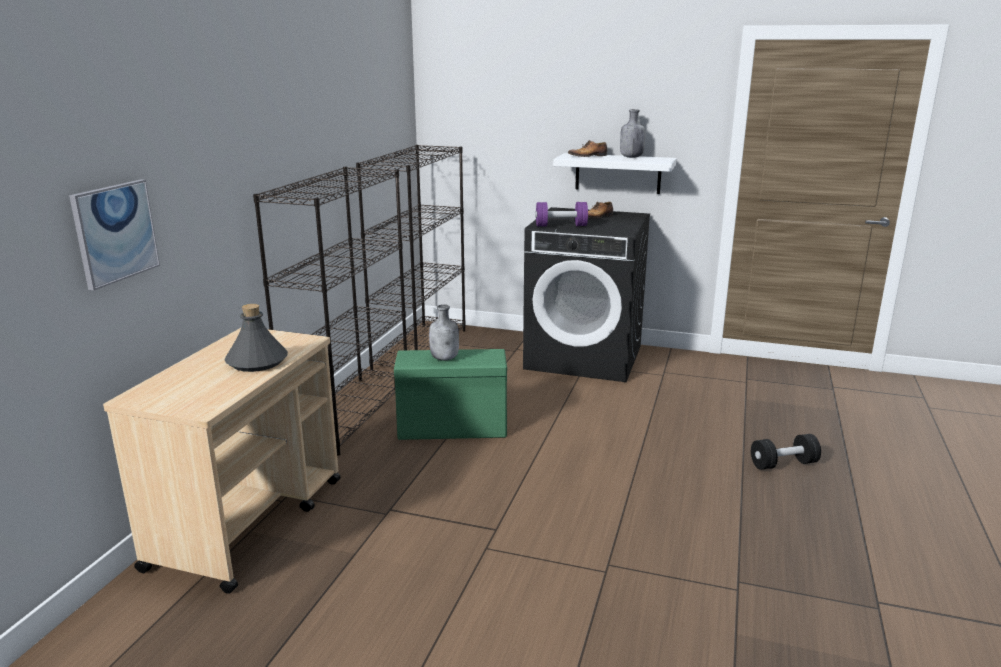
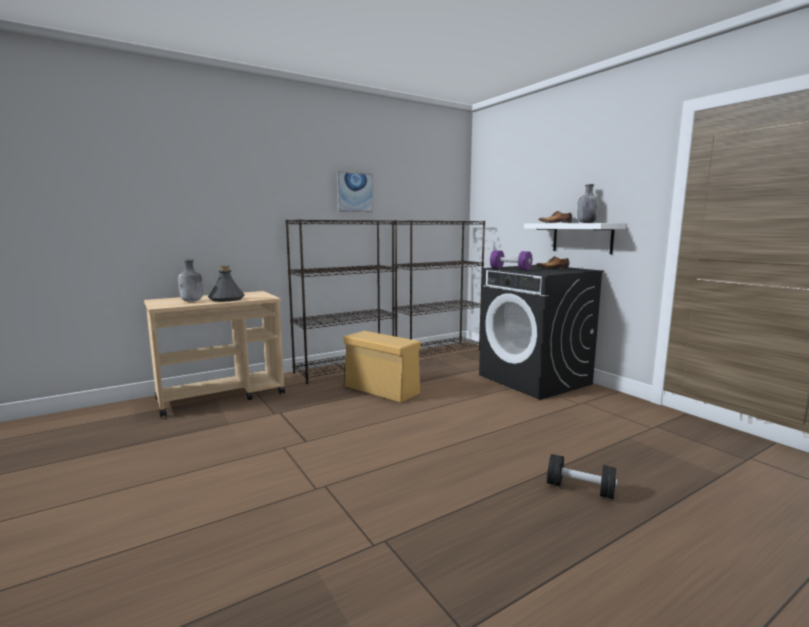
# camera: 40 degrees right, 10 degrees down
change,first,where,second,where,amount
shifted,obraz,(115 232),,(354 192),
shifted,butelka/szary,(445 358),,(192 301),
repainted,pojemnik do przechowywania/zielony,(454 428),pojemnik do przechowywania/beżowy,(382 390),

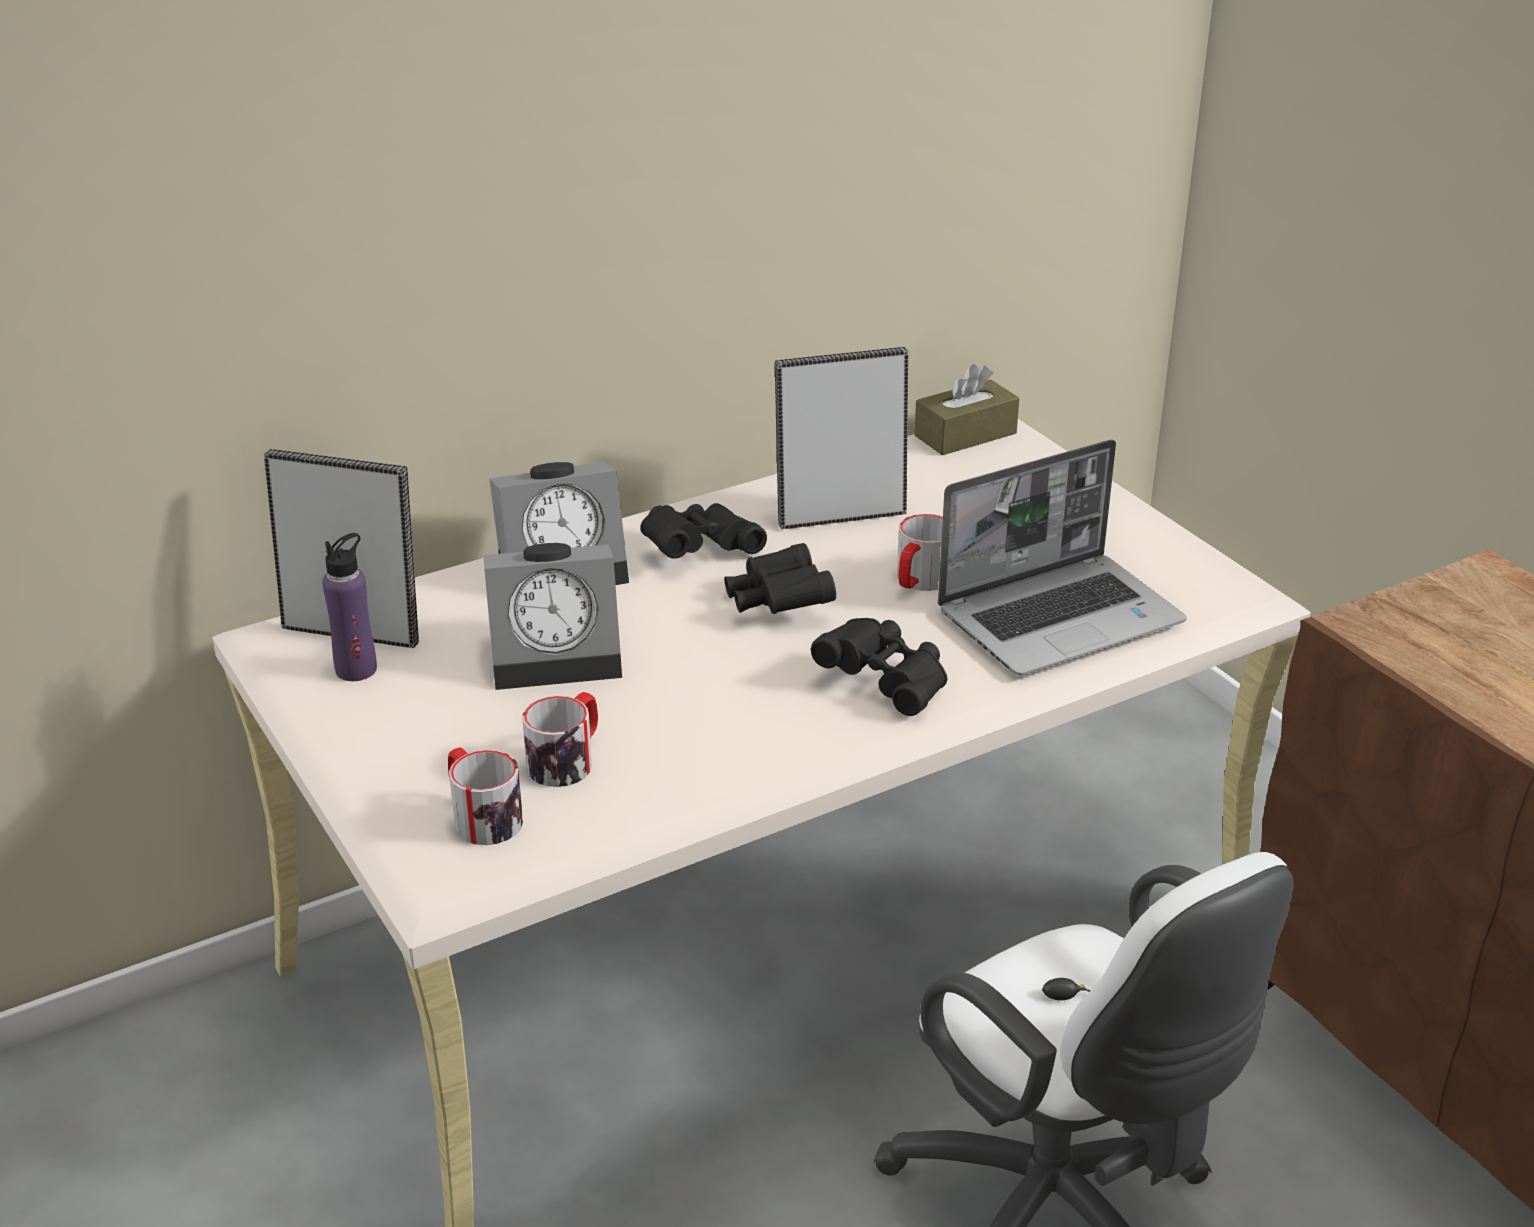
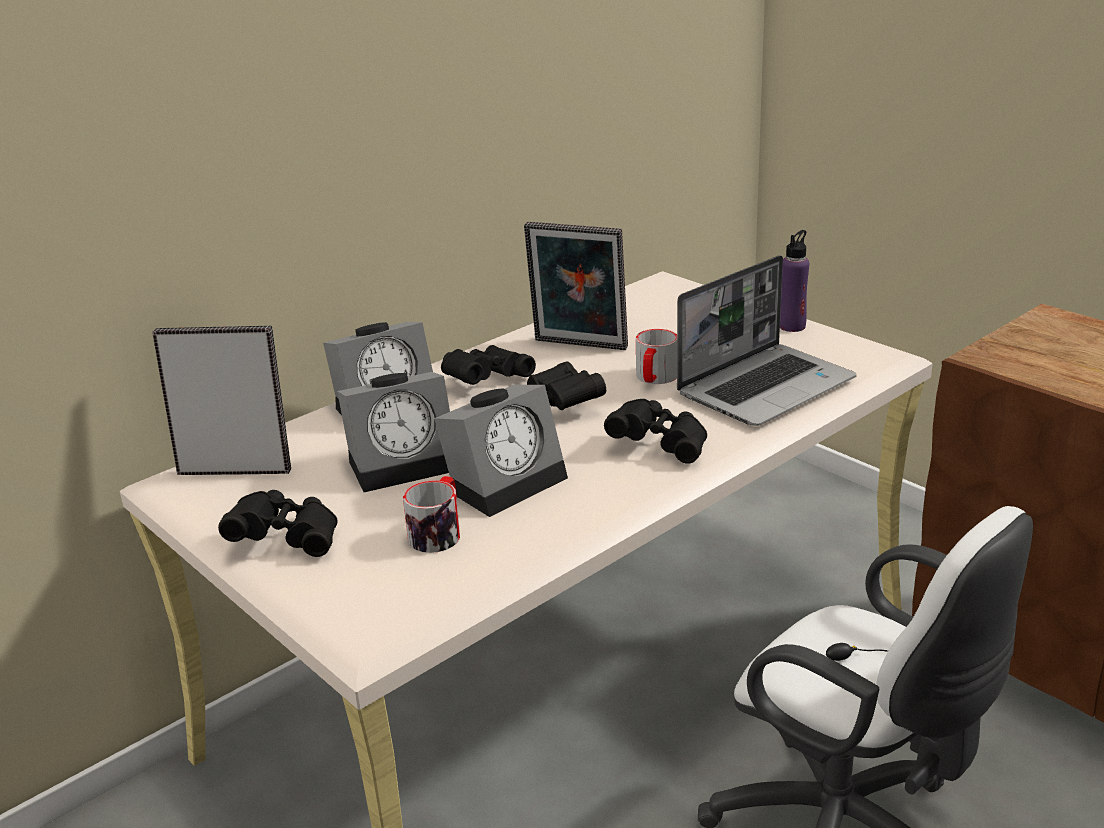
# camera: 10 degrees left, 5 degrees down
change,first,where,second,where,amount
rotated,ramka na zdjęcie,(840 515),,(579 346),135 degrees counterclockwise
gone,pudełko chusteczek/brązowy,(965 434),,,
shifted,butelka/fioletowy,(356 669),,(792 326),
gone,kubek,(481 816),,,
new,,,budzik,(507 481),
new,,,lornetka/czarny,(287 539),

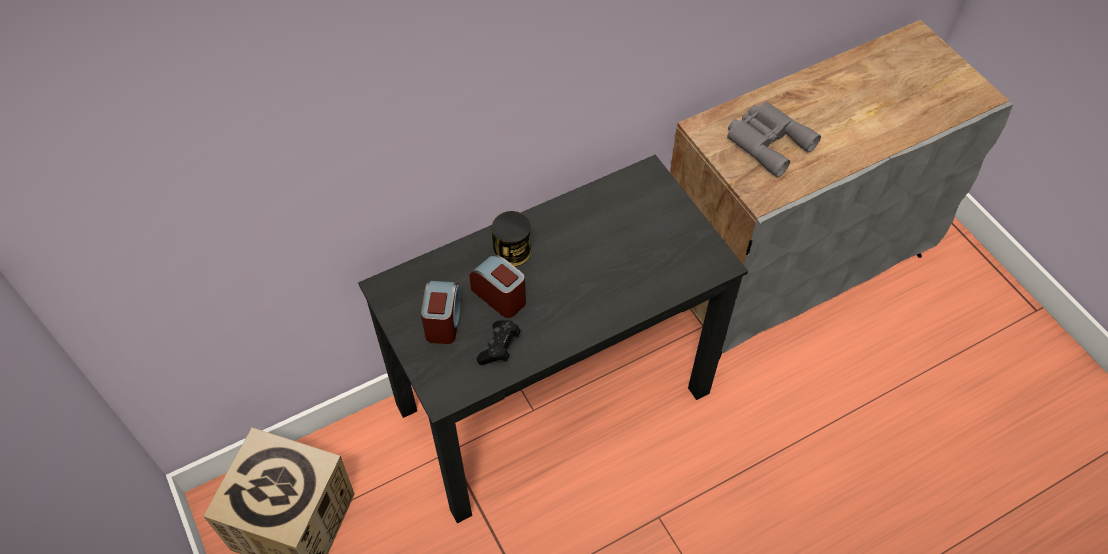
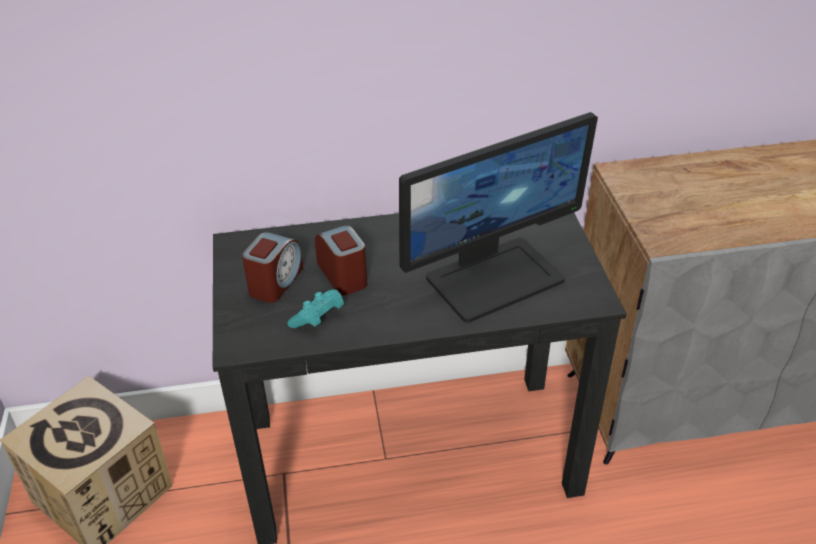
# camera: 20 degrees right, 15 degrees down
change,first,where,second,where,amount
gone,lornetka/szary,(767 141),,,
gone,puszka,(512 251),,,
repainted,pad do gier/czarny,(499 348),pad do gier/turkusowy,(318 318),
new,,,monitor,(494 277),

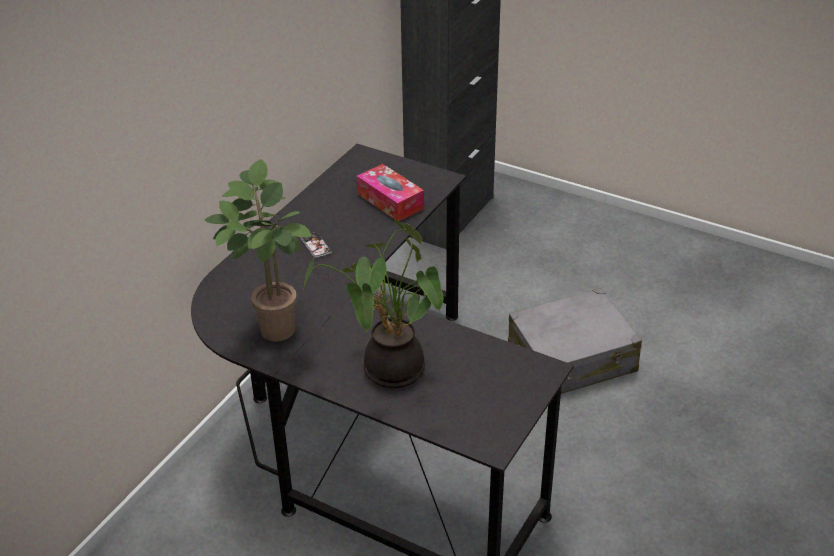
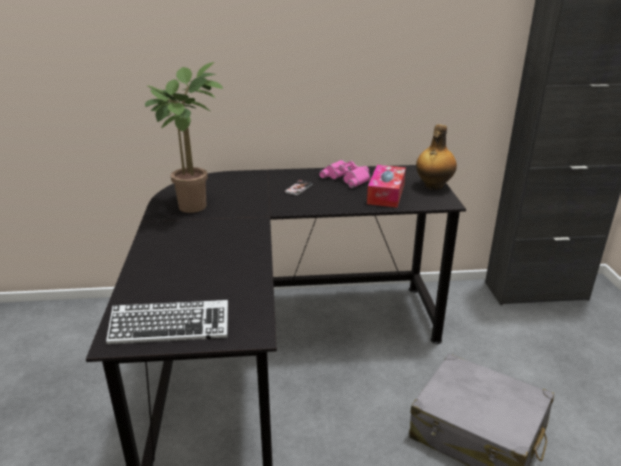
# camera: 55 degrees right, 10 degrees down
change,first,where,second,where,amount
gone,roślina doniczkowa,(388 371),,,
new,,,butelka,(433 186),
new,,,lornetka/różowy,(348 178),
new,,,klawiatura,(170 328),

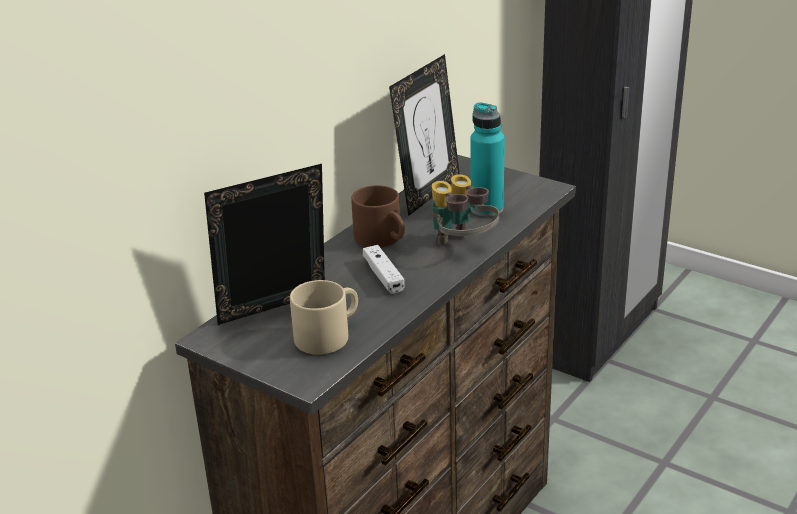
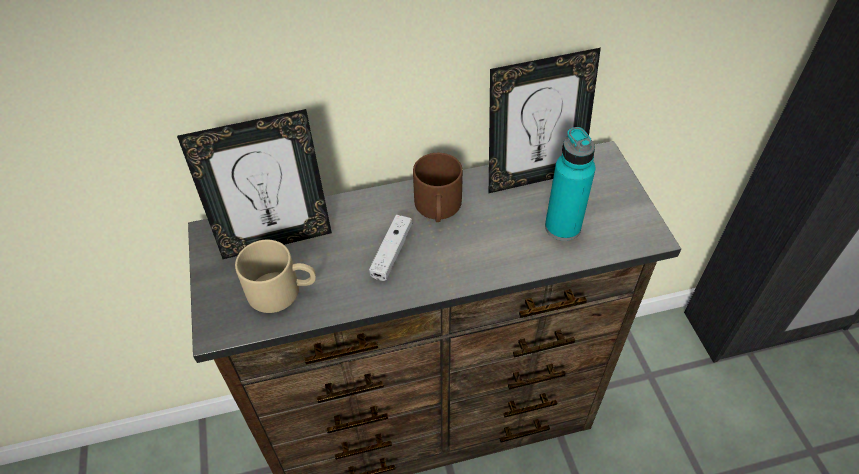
# camera: 40 degrees right, 20 degrees up
change,first,where,second,where,amount
rotated,ramka na zdjęcie,(276 313),,(276 239),150 degrees clockwise
gone,lornetka,(462 246),,,

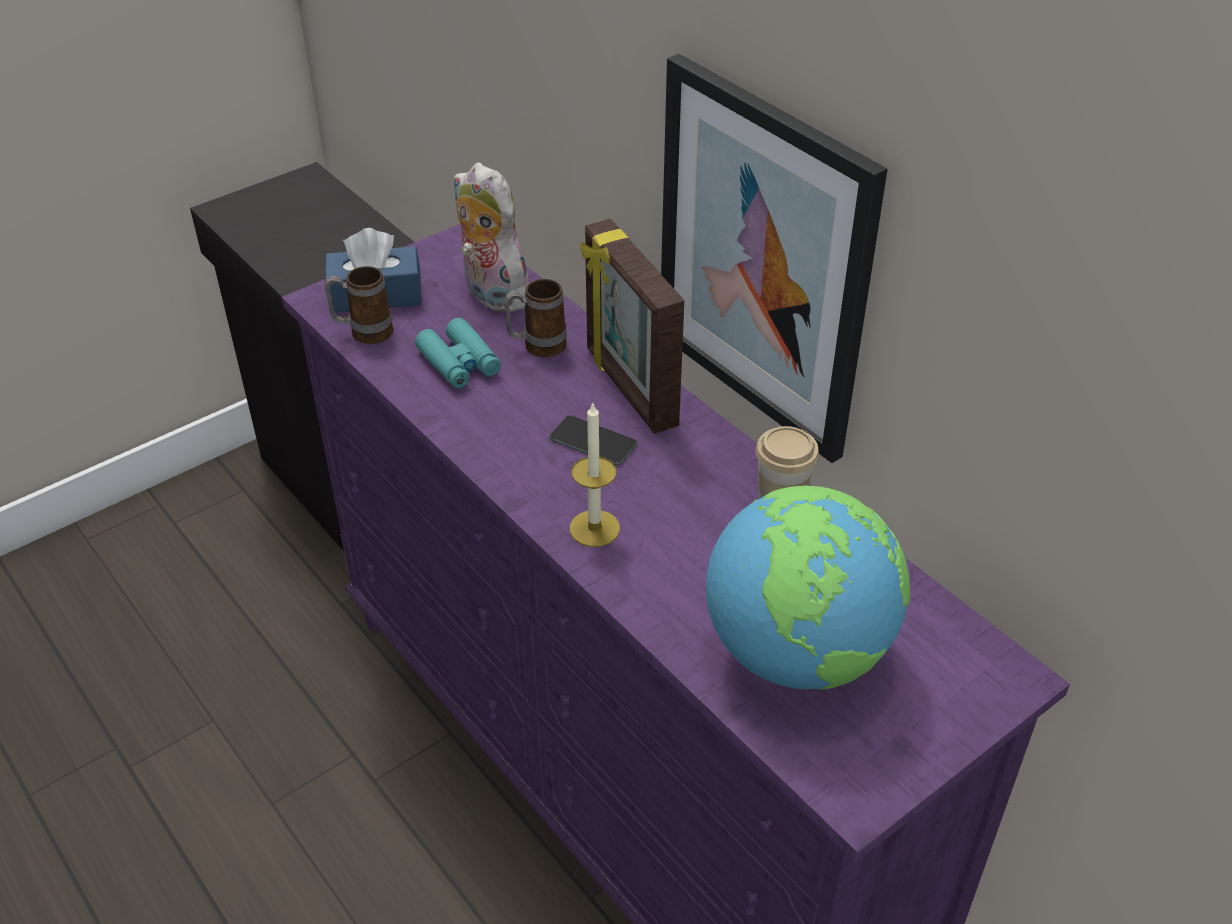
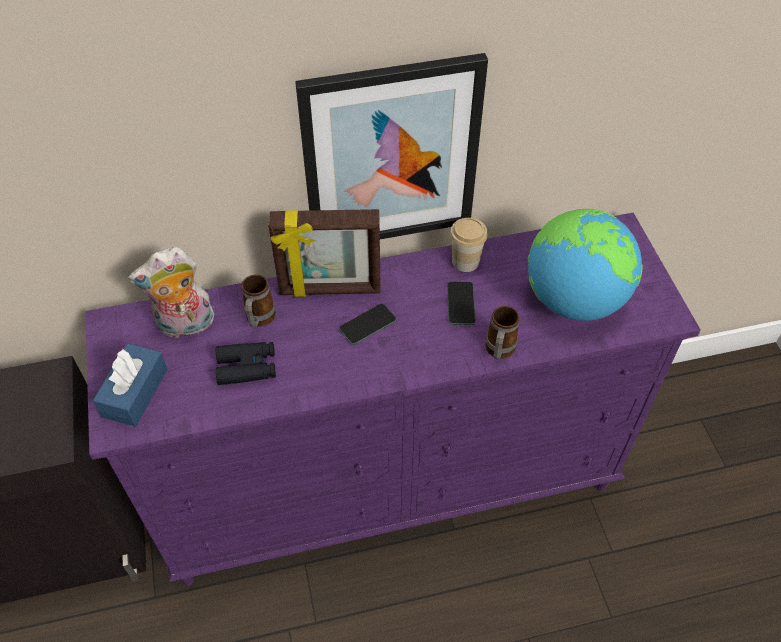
# camera: 65 degrees left, 10 degrees up
change,first,where,second,where,amount
shifted,kubek,(363 333),,(498 352),
repainted,lornetka/turkusowy,(459 363),lornetka/czarny,(247 367),
gone,świeca,(594 528),,,
new,,,telefon,(460 304),

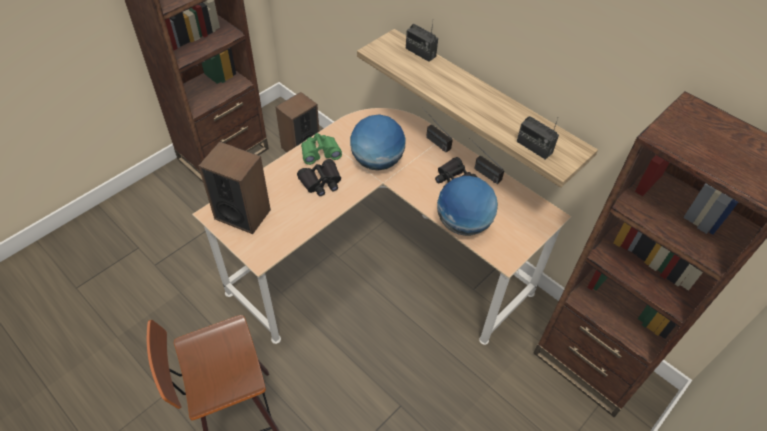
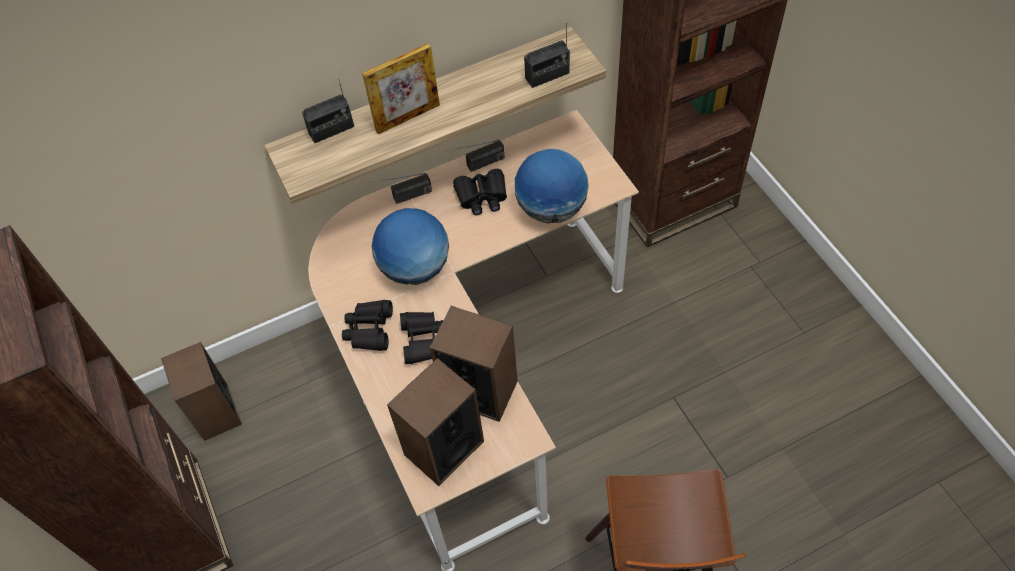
# camera: 65 degrees left, 5 degrees up
change,first,where,second,where,amount
repainted,lornetka/zielony,(320 152),lornetka/czarny,(369 329),
new,,,ramka na zdjęcie,(408 118),
new,,,głośnik,(480 391),

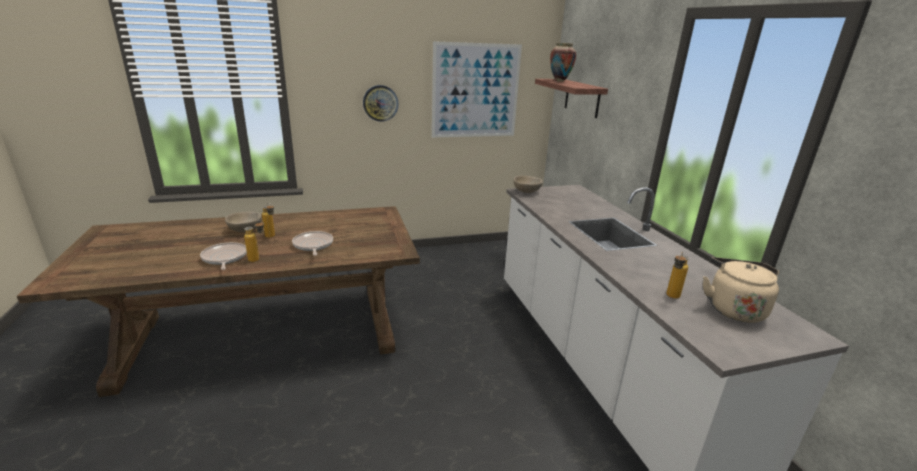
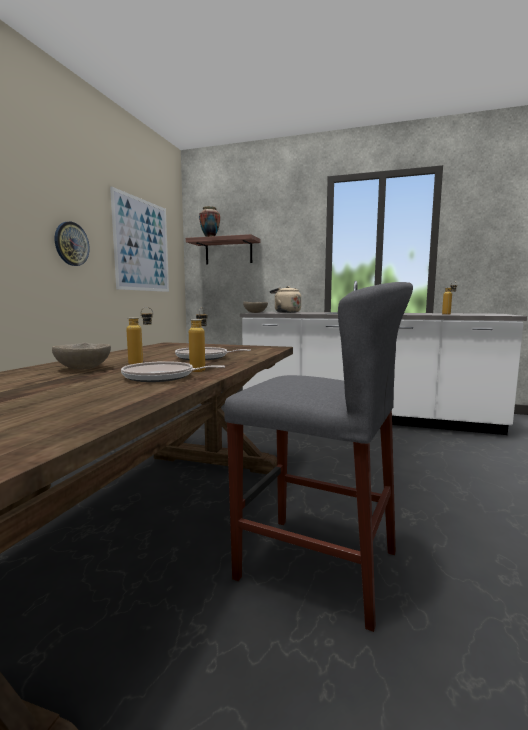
# camera: 55 degrees left, 15 degrees down
change,first,where,second,where,amount
shifted,czajnik/beżowy,(733 309),,(285 312),
new,,,stołek/szary,(317 565),

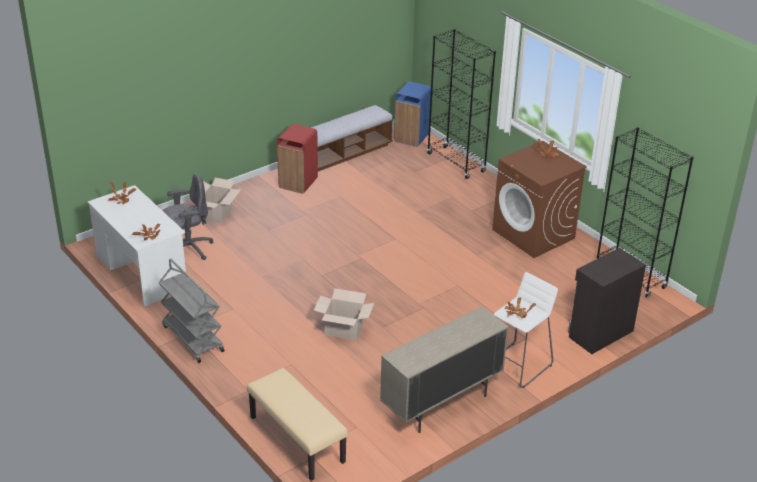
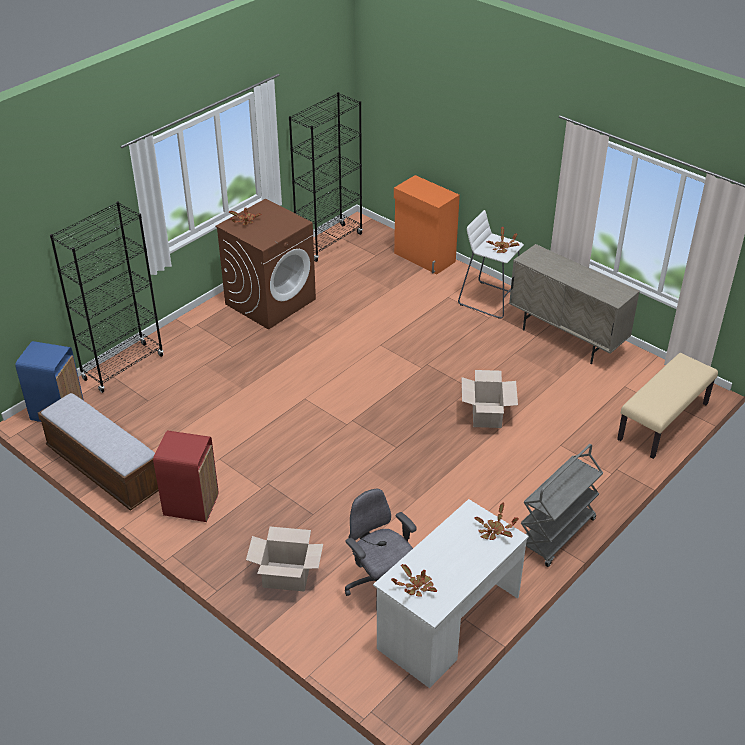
# camera: 100 degrees left, 5 degrees up
change,first,where,second,where,amount
repainted,szafka/czarny,(599 333),szafka/pomarańczowy,(424 258),

